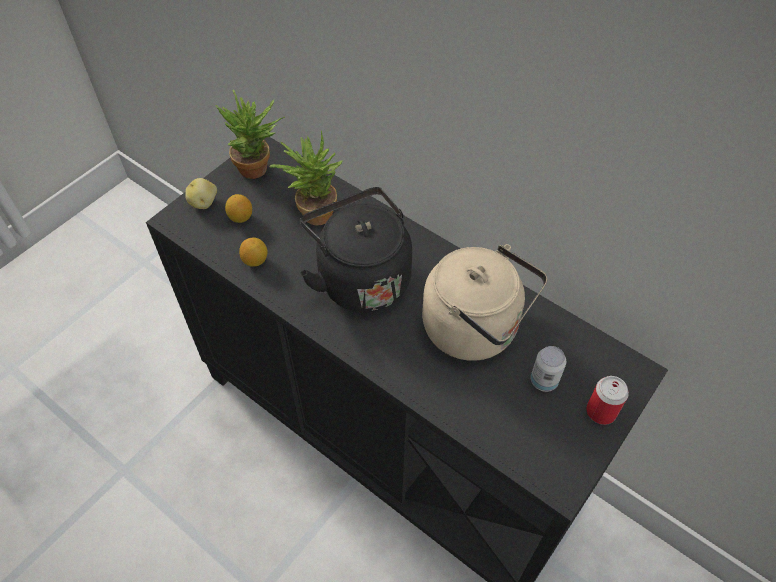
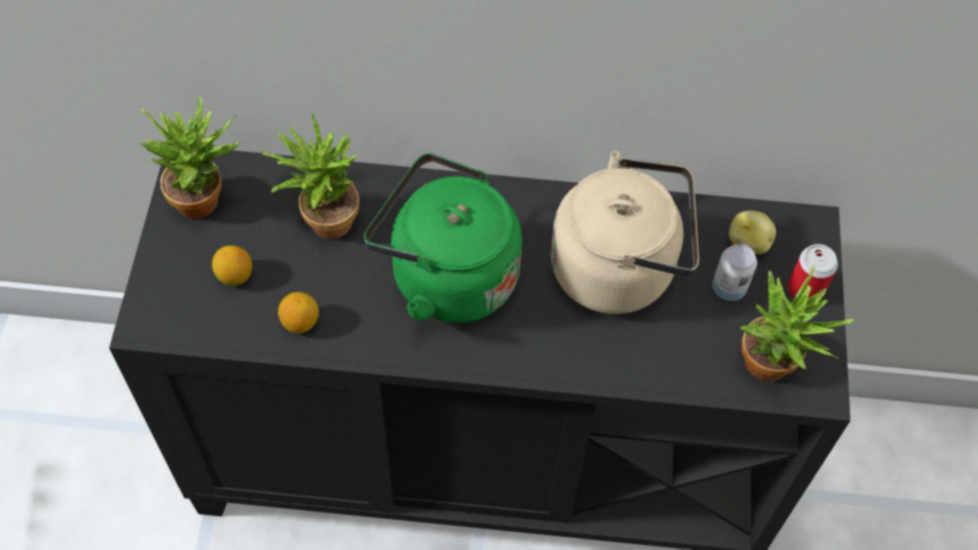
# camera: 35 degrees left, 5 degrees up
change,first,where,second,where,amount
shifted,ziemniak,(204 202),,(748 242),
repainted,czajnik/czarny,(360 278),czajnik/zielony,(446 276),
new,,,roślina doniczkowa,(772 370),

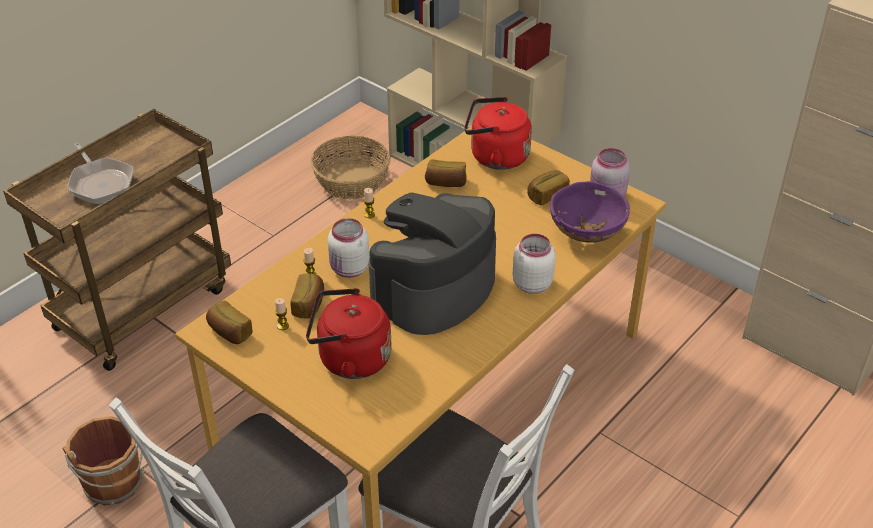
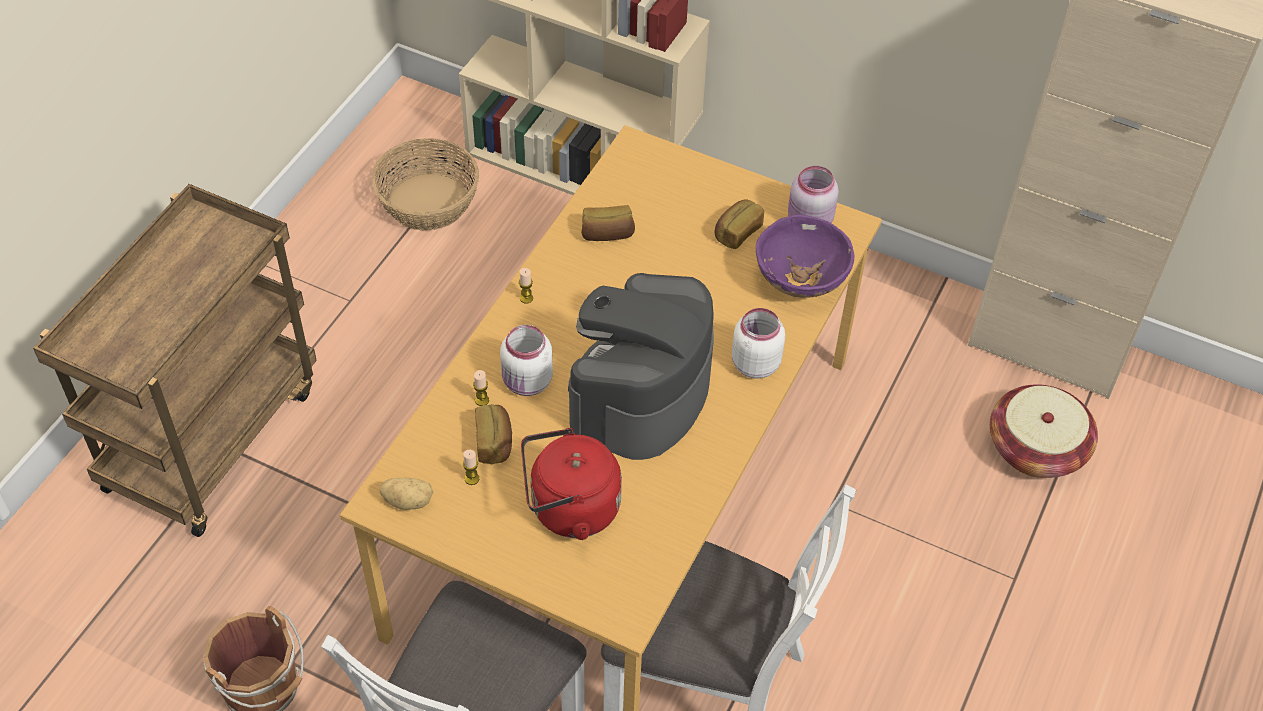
# camera: 15 degrees left, 10 degrees up
change,first,where,second,where,amount
gone,czajnik/czerwony,(495 157),,,
gone,patelnia,(100 183),,,
swapped,chleb,(229 332),ziemniak,(408 500),
new,,,koszyk,(1036 448),

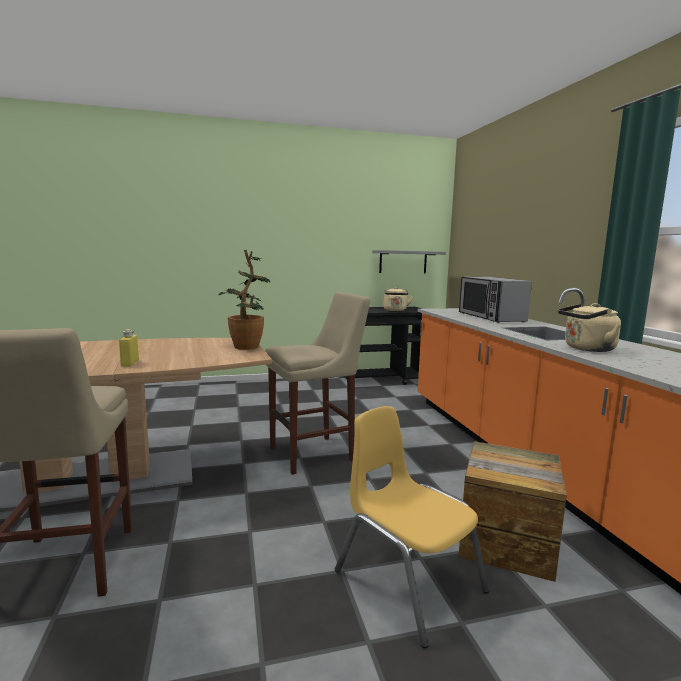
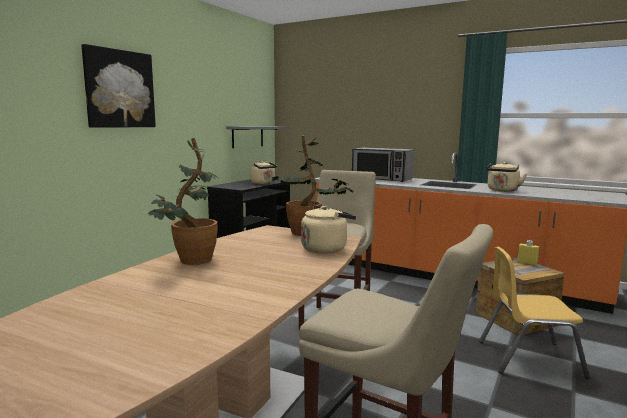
# camera: 45 degrees left, 0 degrees up
change,first,where,second,where,amount
shifted,butelka/żółty,(130 363),,(527 263),
new,,,obraz,(119 89),
new,,,roślina doniczkowa,(189 262),
new,,,czajnik/beżowy,(326 249),

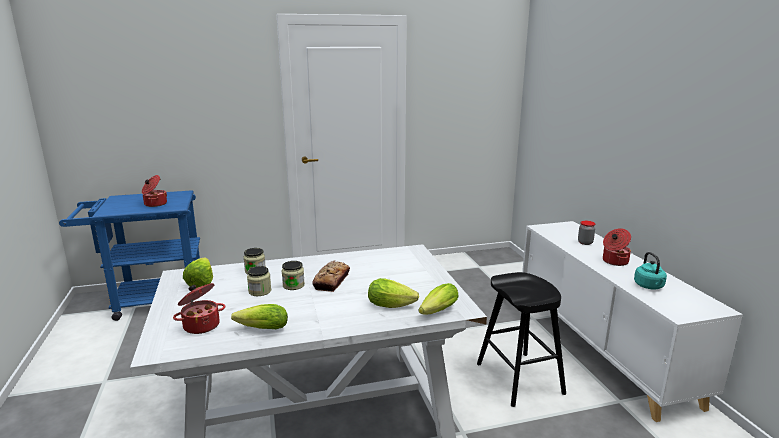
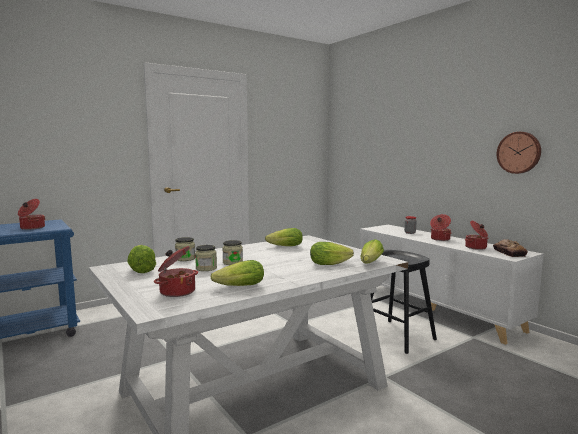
# camera: 20 degrees left, 10 degrees down
change,first,where,second,where,amount
swapped,czajnik/turkusowy,(649 286),garnek,(476 247),
shifted,chleb,(331 281),,(509 253),
new,,,zegar ścienny,(519 152),
new,,,sałata,(283 246),

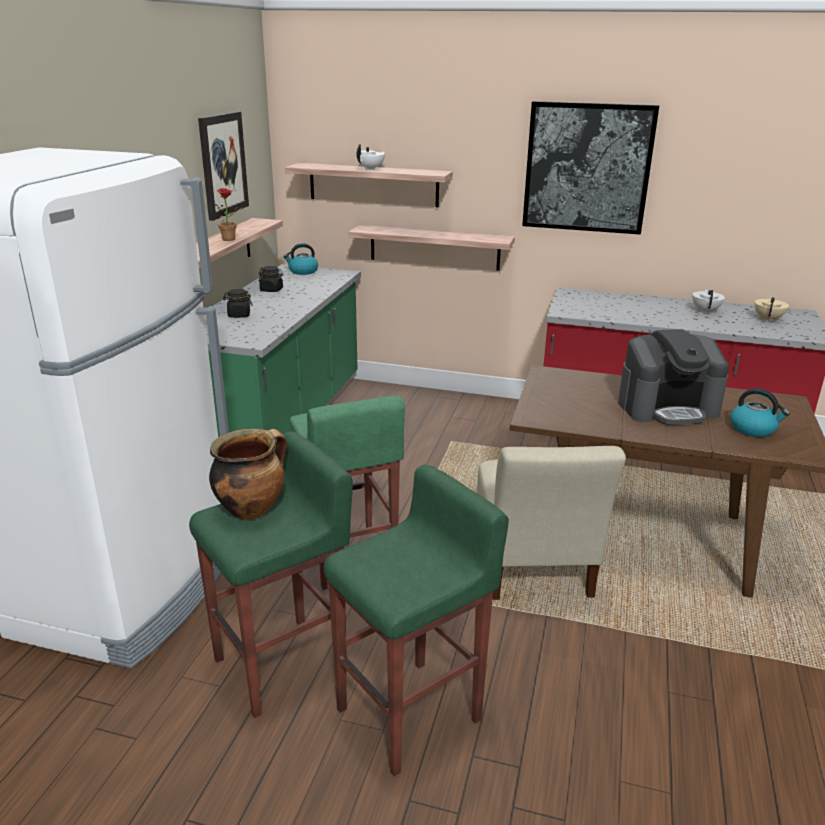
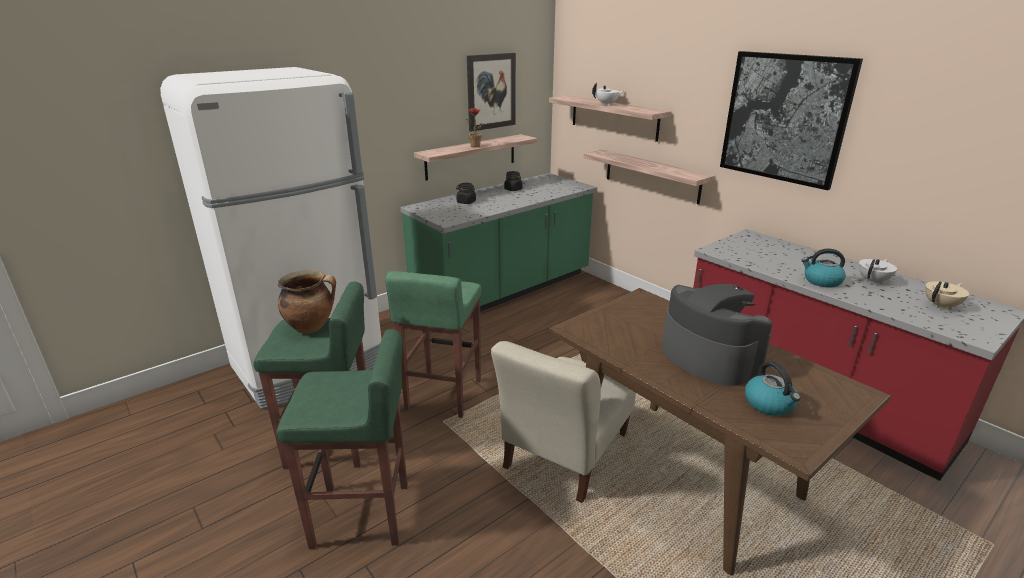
# camera: 35 degrees right, 0 degrees up
change,first,where,second,where,amount
shifted,czajnik,(302 271),,(821 281),
rotated,ekspres do kawy,(667 407),,(709 357),150 degrees counterclockwise

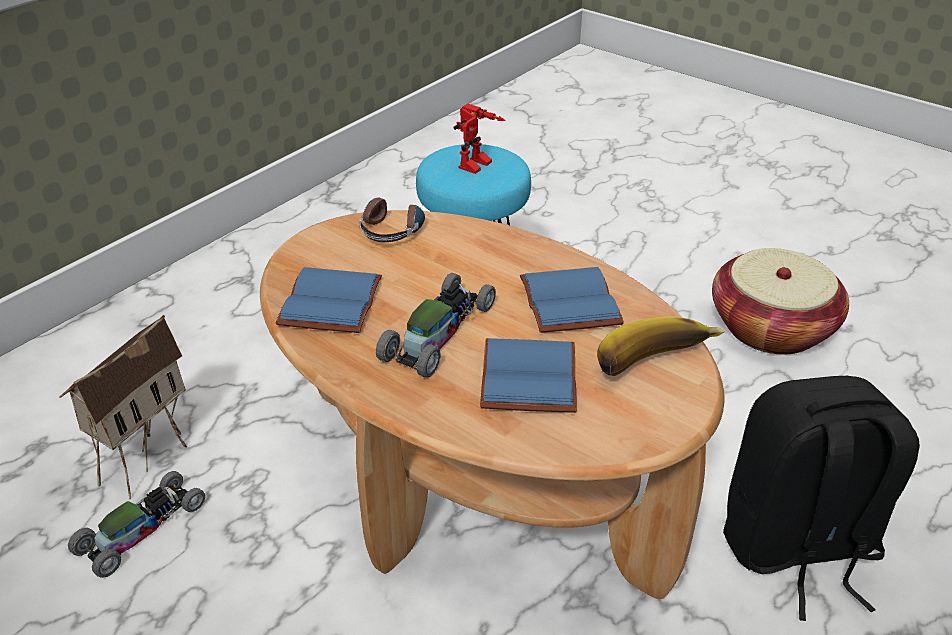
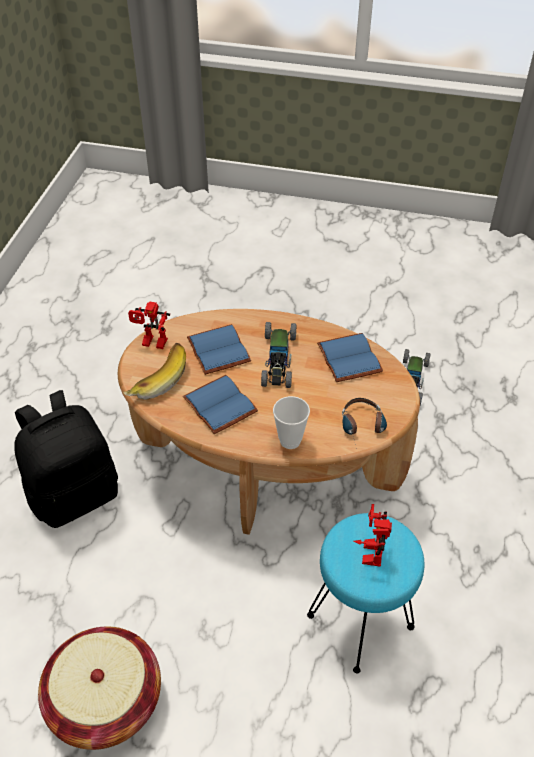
# camera: 155 degrees right, 10 degrees up
change,first,where,second,where,amount
gone,domek,(144 457),,,
new,,,robot zabawkowy,(152 344),
new,,,filiżanka,(290 440),

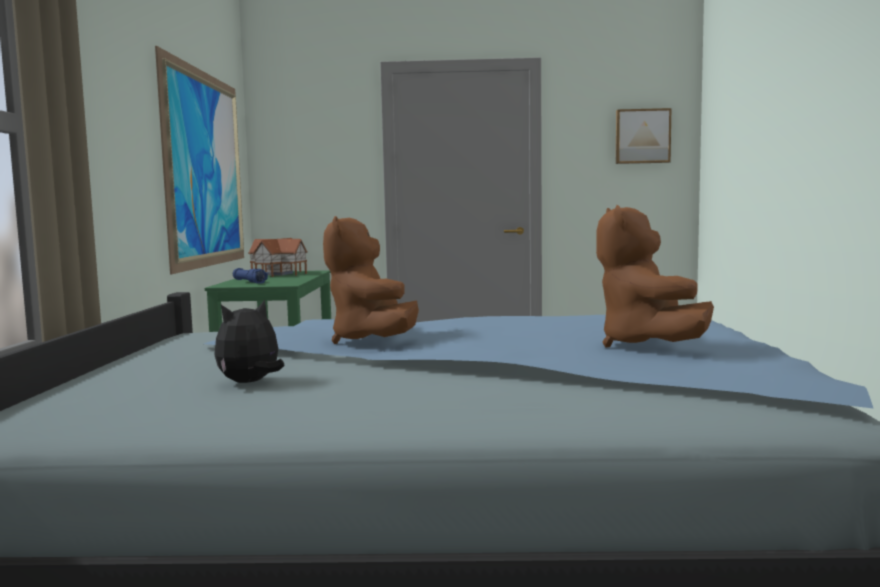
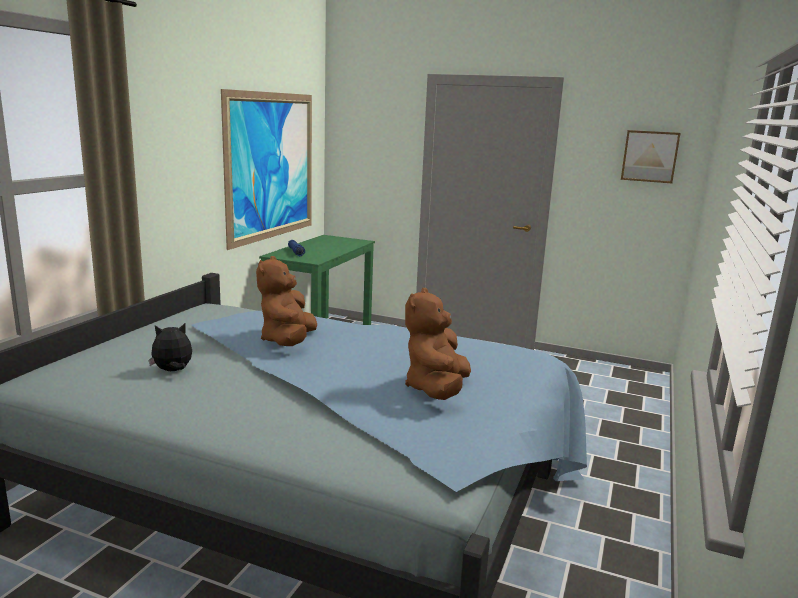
# camera: 20 degrees right, 10 degrees up
change,first,where,second,where,amount
gone,domek,(277 274),,,

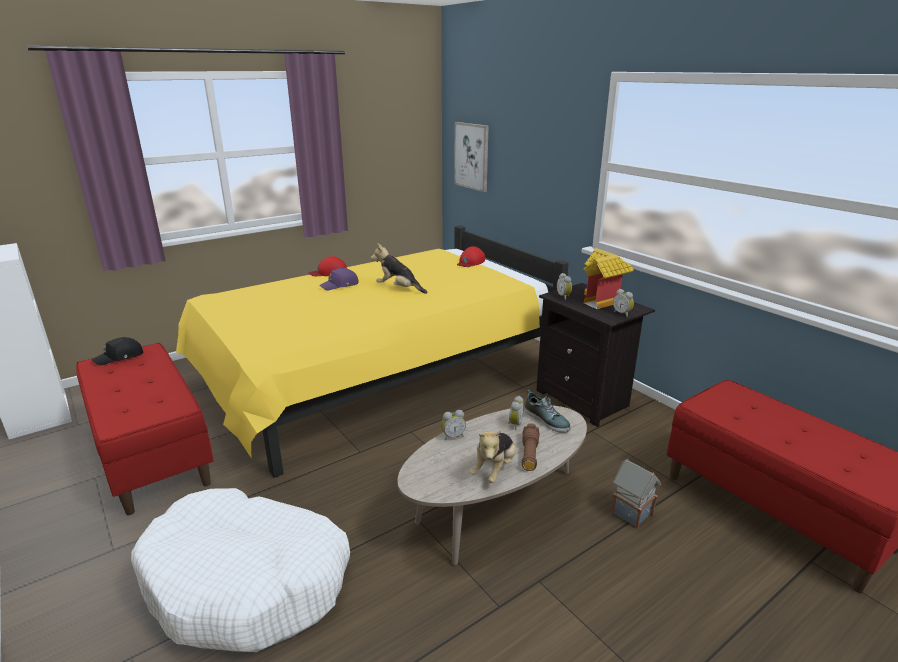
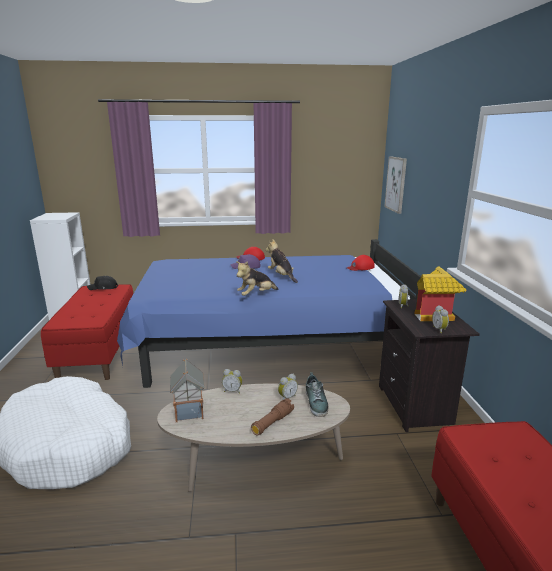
# camera: 30 degrees right, 5 degrees down
change,first,where,second,where,amount
repainted,łóżko/żółty,(378 379),łóżko/niebieski,(266 344),
shifted,pluszak,(494 469),,(256 295),
shifted,domek,(631 513),,(189 411),

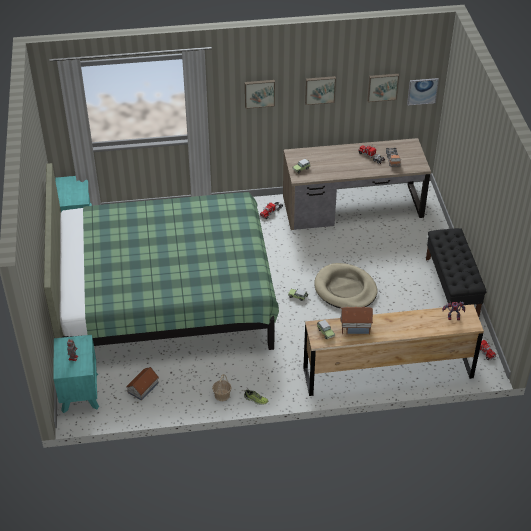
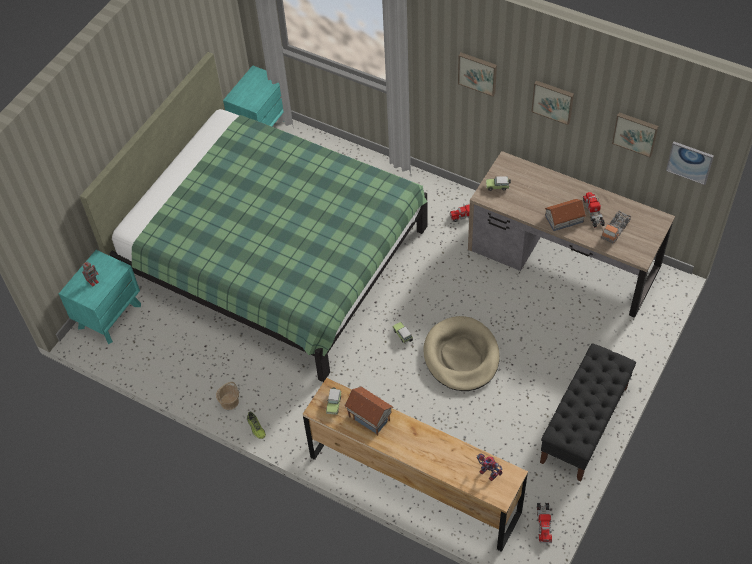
# camera: 40 degrees right, 10 degrees up
change,first,where,second,where,amount
shifted,domek,(142 387),,(563 218),

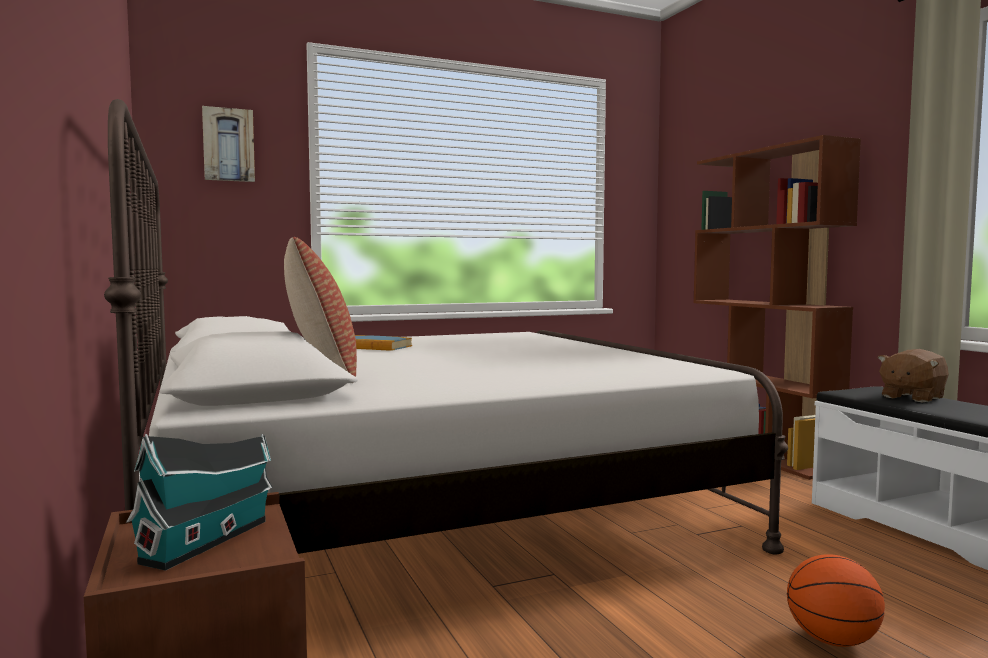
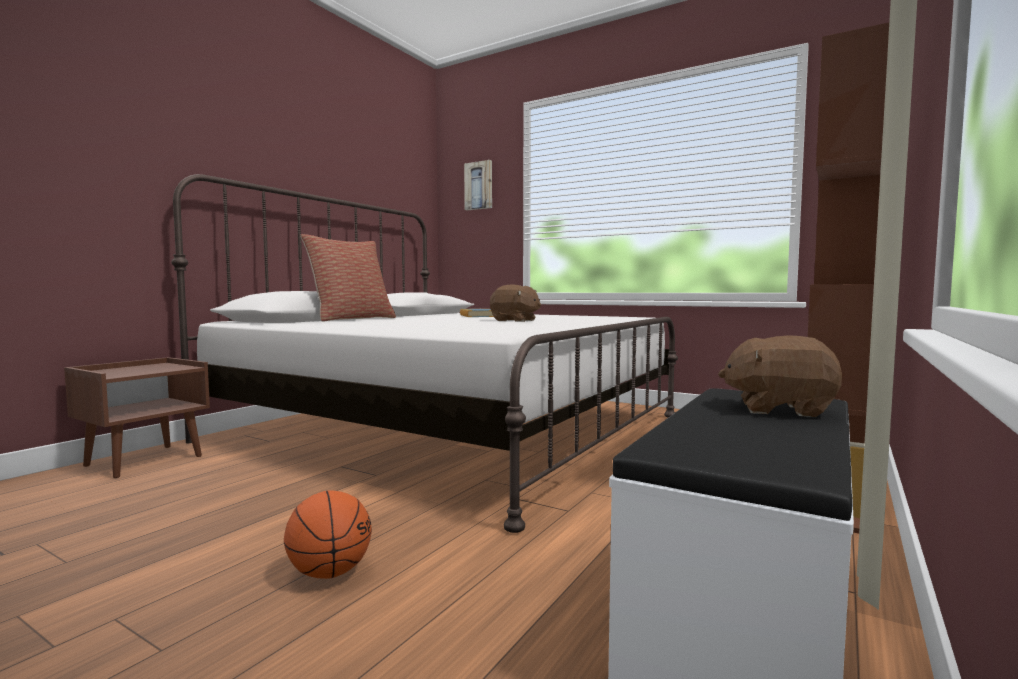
# camera: 55 degrees right, 0 degrees up
change,first,where,second,where,amount
gone,domek,(210 539),,,
new,,,pluszak/brązowy,(514 320),

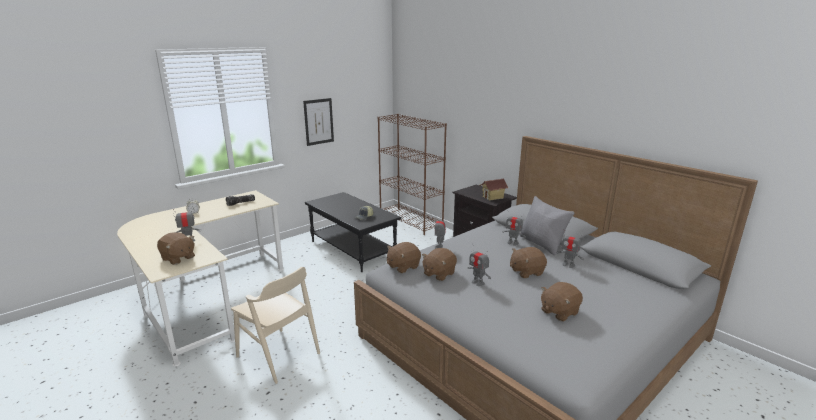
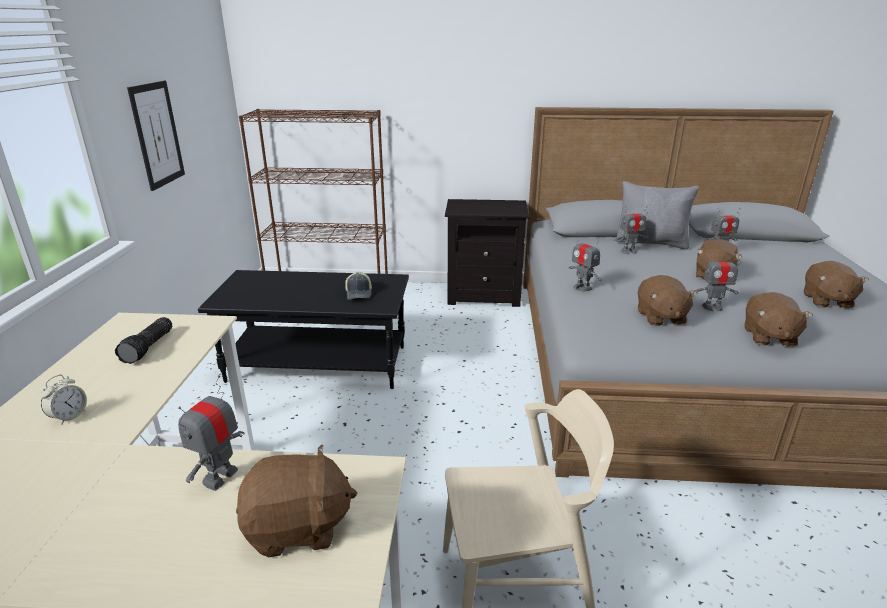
# camera: 45 degrees left, 5 degrees up
change,first,where,second,where,amount
gone,domek,(493 197),,,
shifted,pluszak/brązowy,(403 266),,(768 337),

